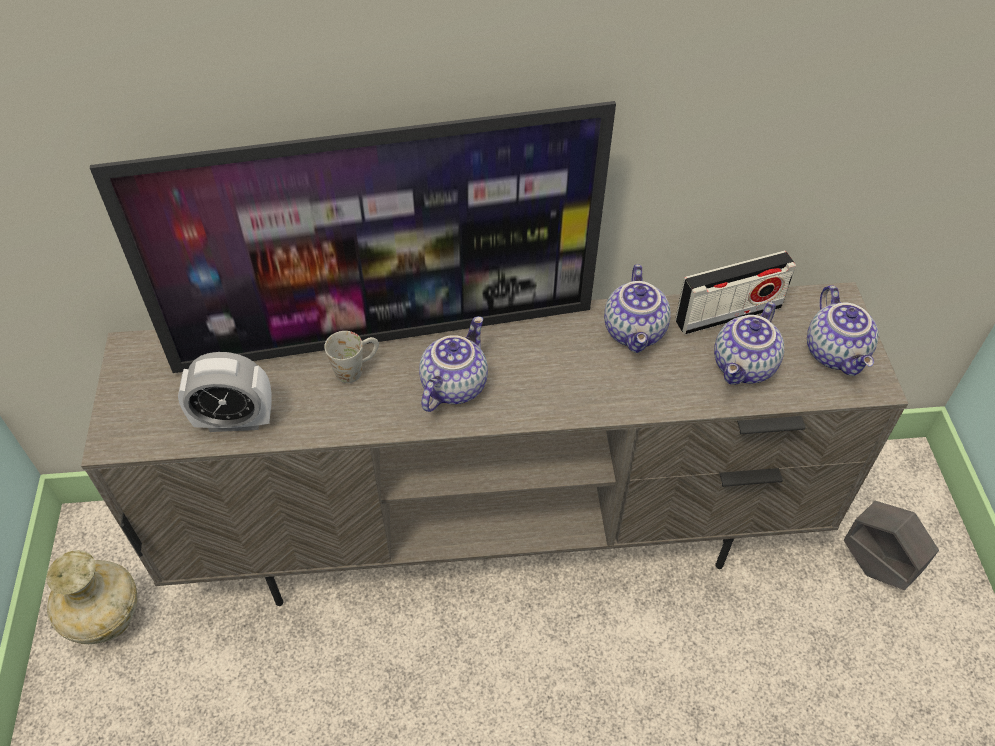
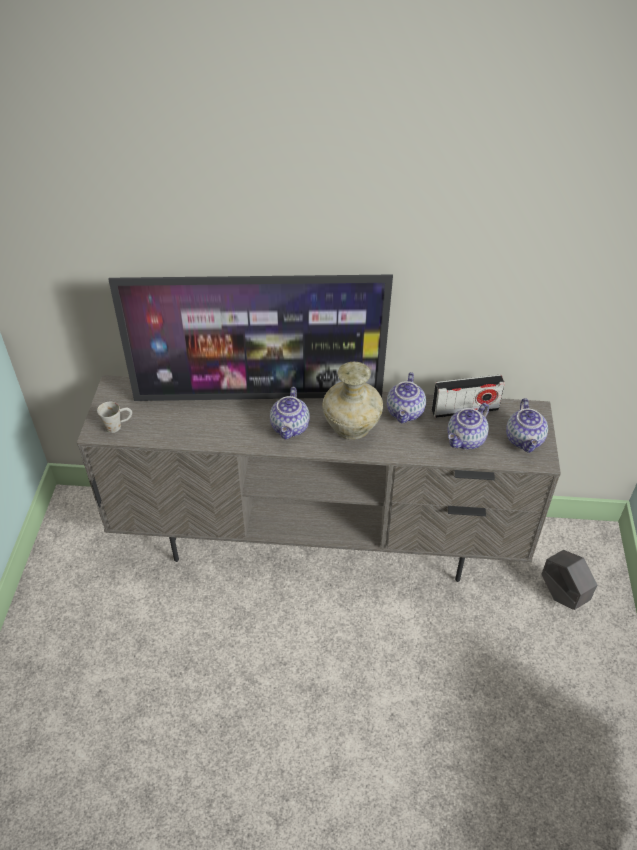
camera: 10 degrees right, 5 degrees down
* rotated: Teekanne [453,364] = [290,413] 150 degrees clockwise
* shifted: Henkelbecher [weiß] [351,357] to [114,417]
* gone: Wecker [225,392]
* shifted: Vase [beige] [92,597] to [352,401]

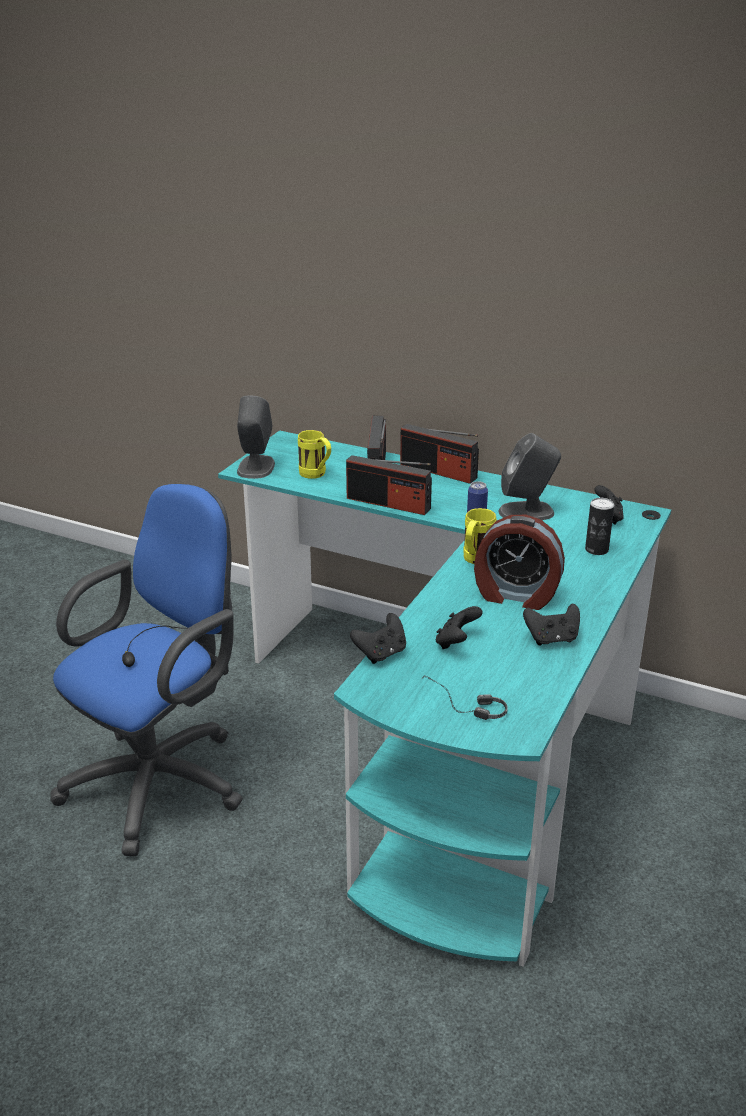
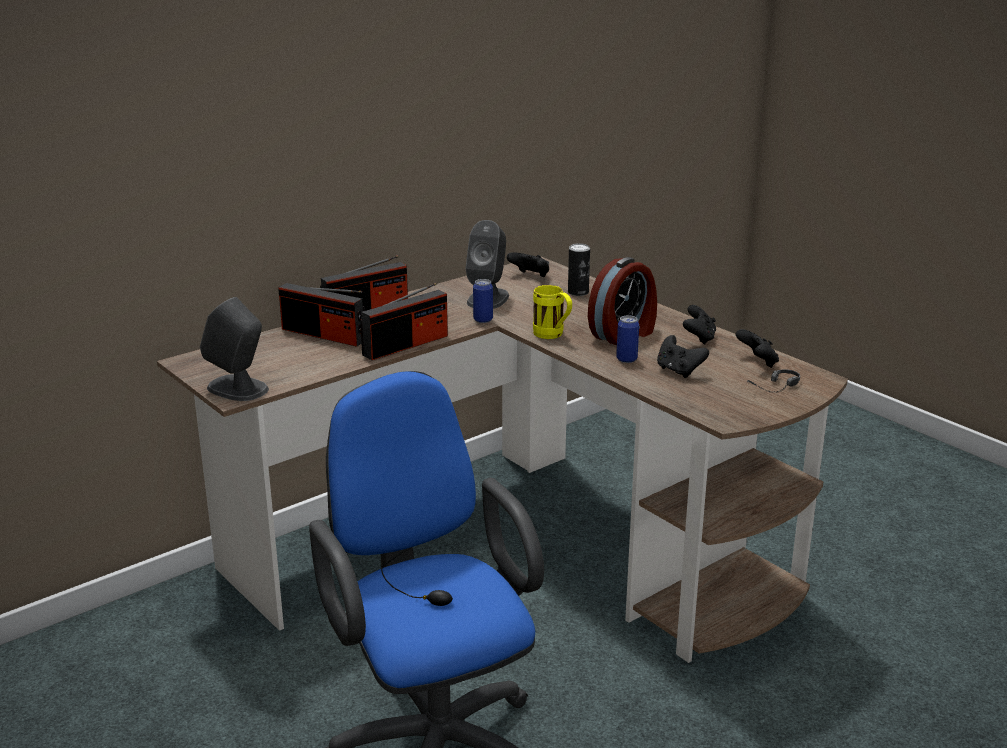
camera: 65 degrees left, 5 degrees down
* gone: Henkelbecher [gelb] [314,454]
* repainted: Schreibtisch [türkis] [444,699] to Schreibtisch [braun] [502,460]
* shifted: Gamepad [schwarz] [378,638] to [757,348]
* new: Dose [627,339]

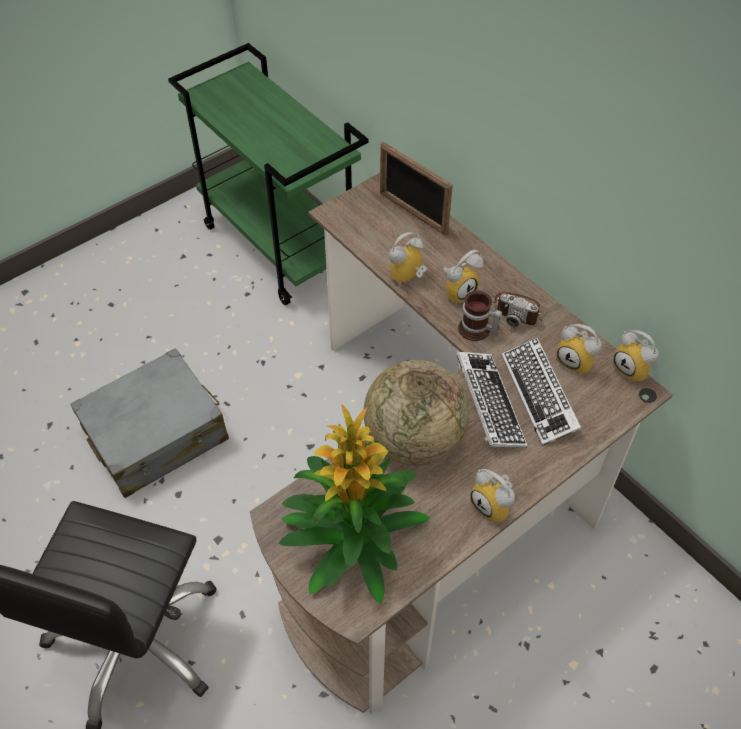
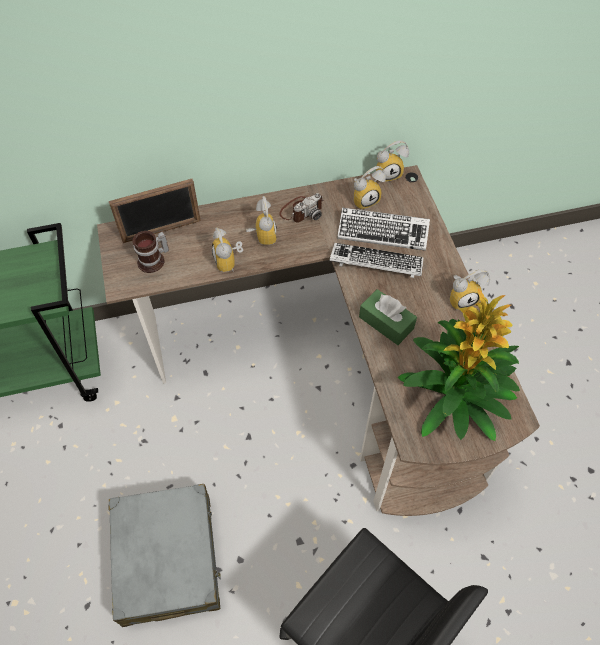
camera: 65 degrees left, 5 degrees up
* shifted: Henkelbecher [480,316] to [150,252]
* swapped: Globus [416,413] to Taschentuchbox [grün] [388,317]

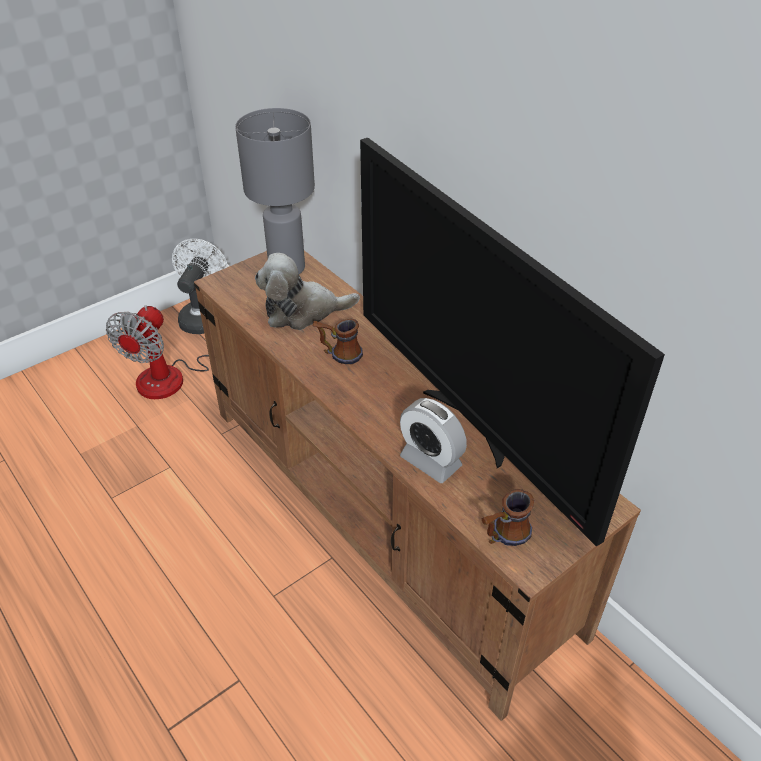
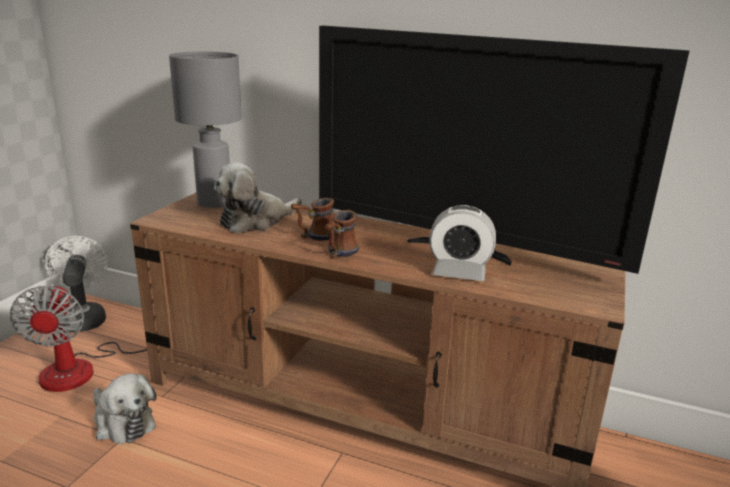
camera: 30 degrees left, 20 degrees down
* shifted: Henkelbecher [508,517] to [342,234]
* new: Plüschtier [125,408]

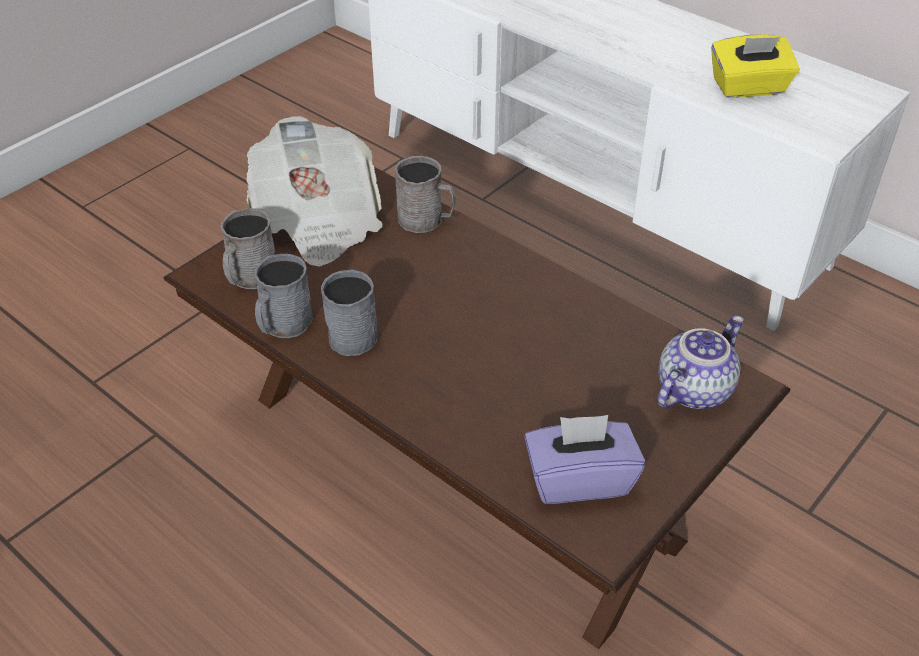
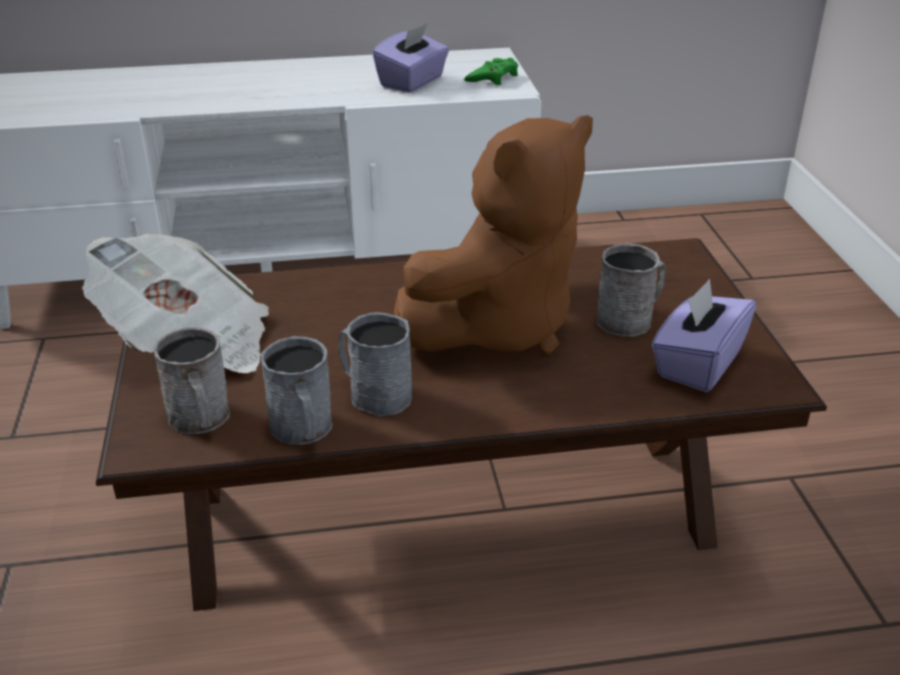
camera: 50 degrees left, 10 degrees down
* repainted: Taschentuchbox [gelb] [755,66] to Taschentuchbox [lila] [411,58]
* shifted: Henkelbecher [grau] [425,194] to [631,290]
* gone: Teekanne [701,362]
* new: Gamepad [grün] [491,71]
* new: Plüschtier [braun] [493,235]

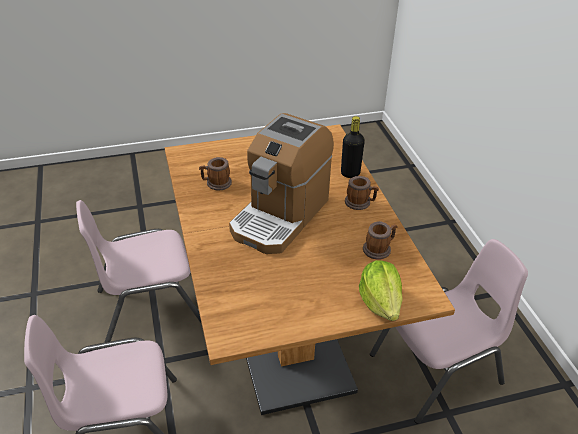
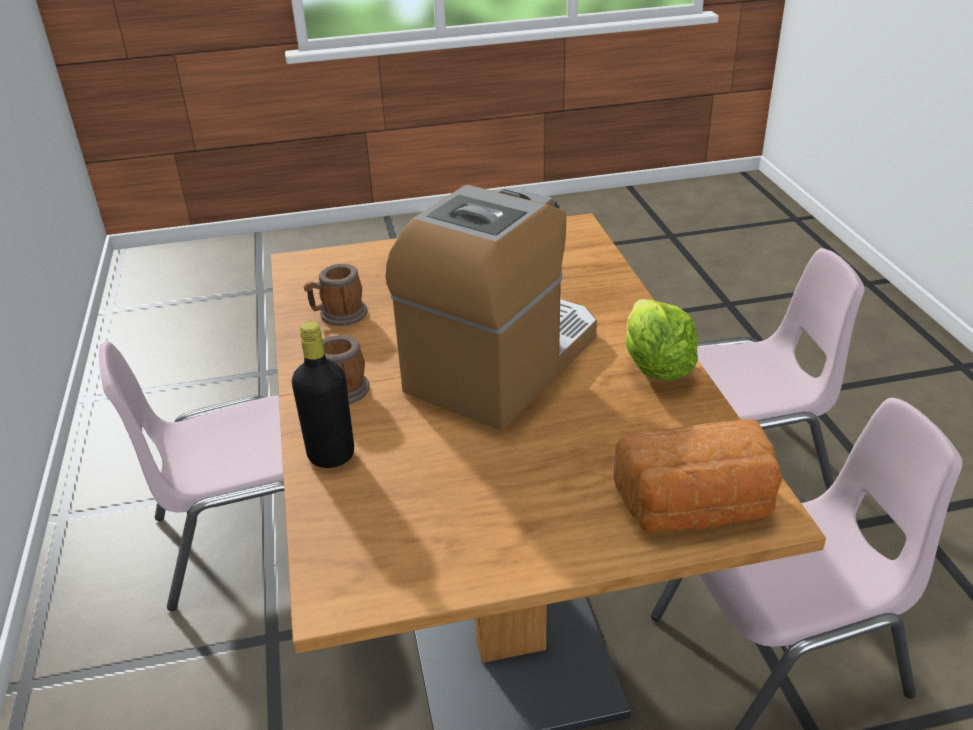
camera: 175 degrees left, 5 degrees down
* gone: Henkelbecher [215,173]
* shifted: Salatkopf [381,290] to [661,340]
* new: Brot [697,476]

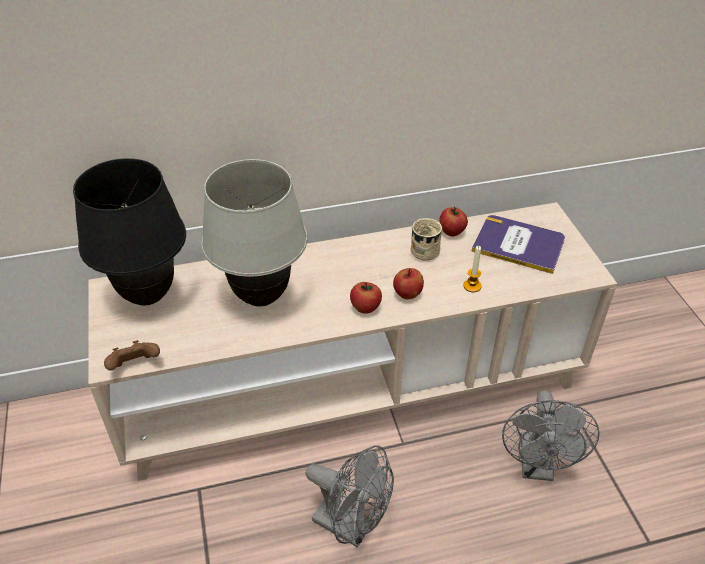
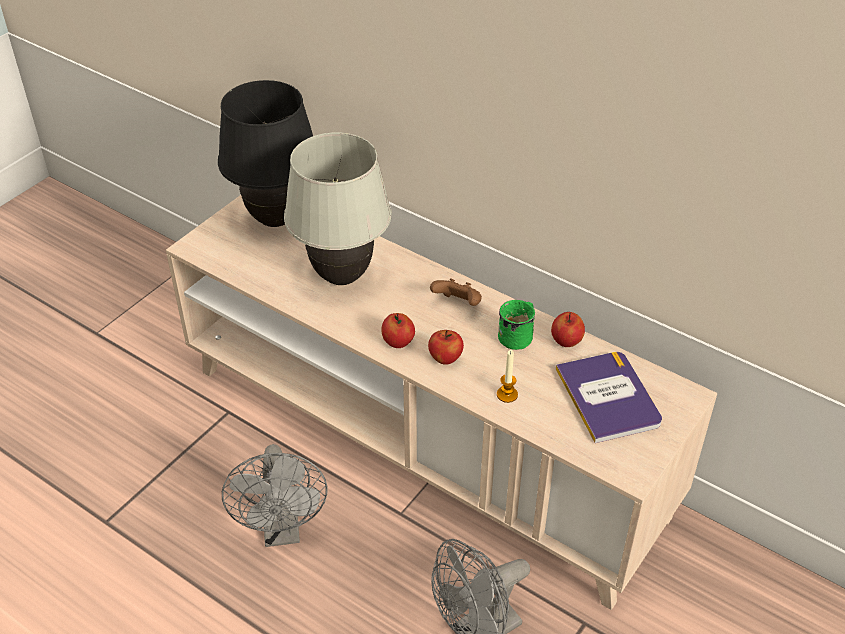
camera: 50 degrees right, 0 degrees up
* repainted: Henkelbecher [beige] [426,239] to Henkelbecher [grün] [516,325]
* shifted: Gamepad [braun] [132,355] to [456,292]

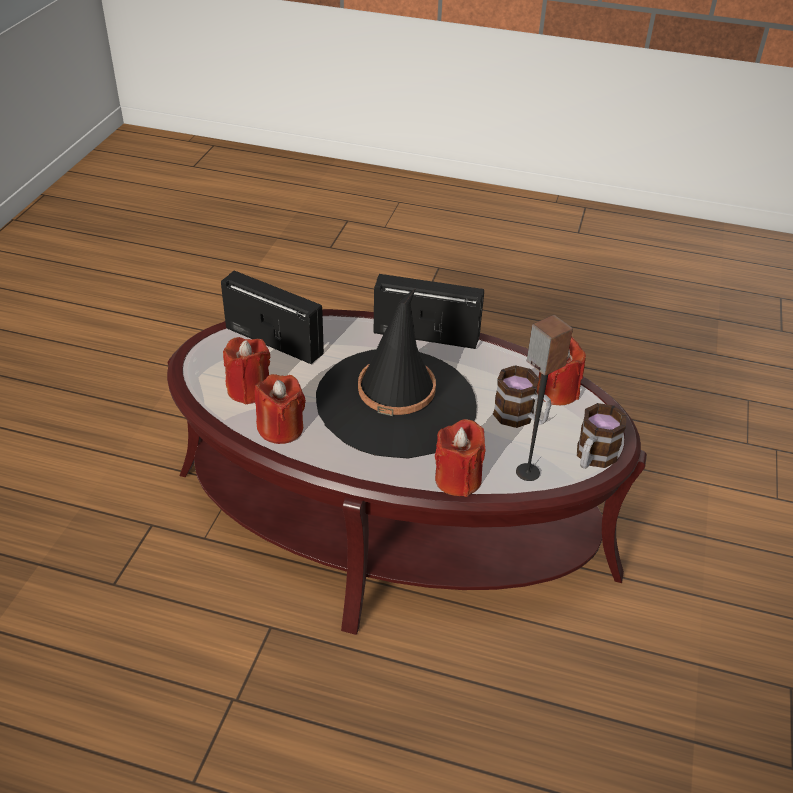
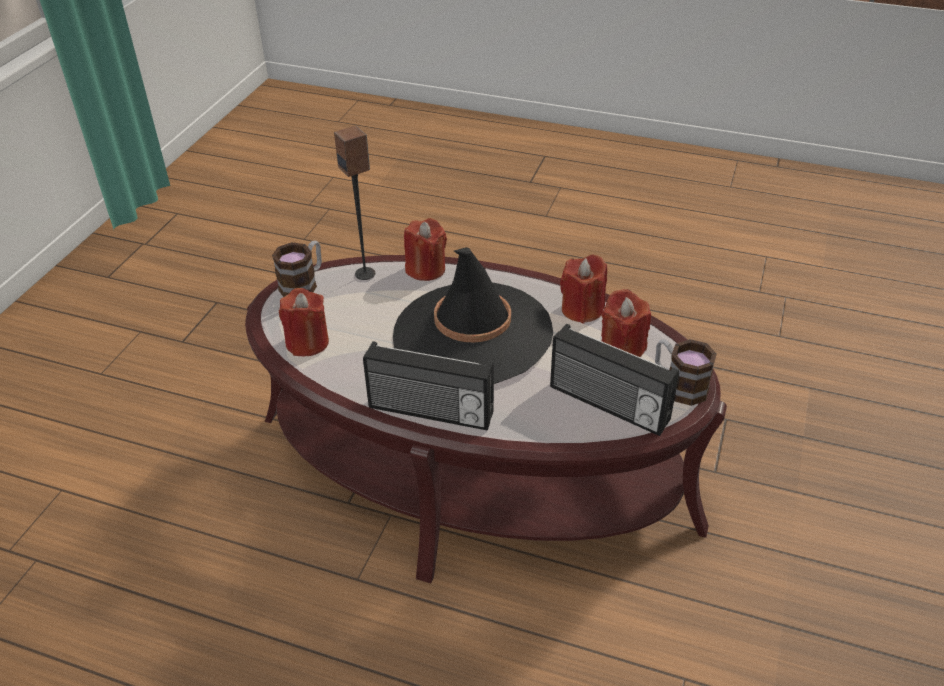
camera: 175 degrees left, 0 degrees up
* shifted: Henkelbecher [522,396] to [686,372]

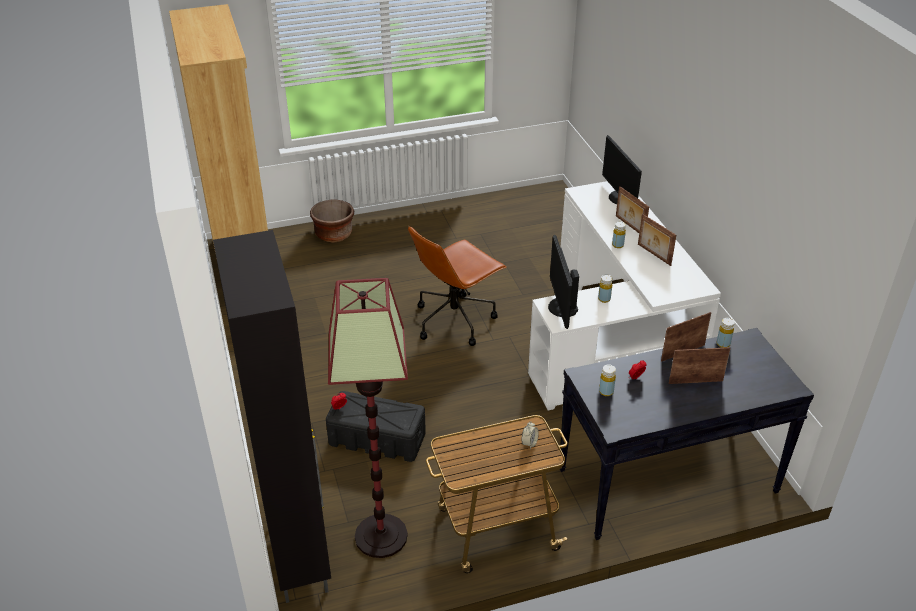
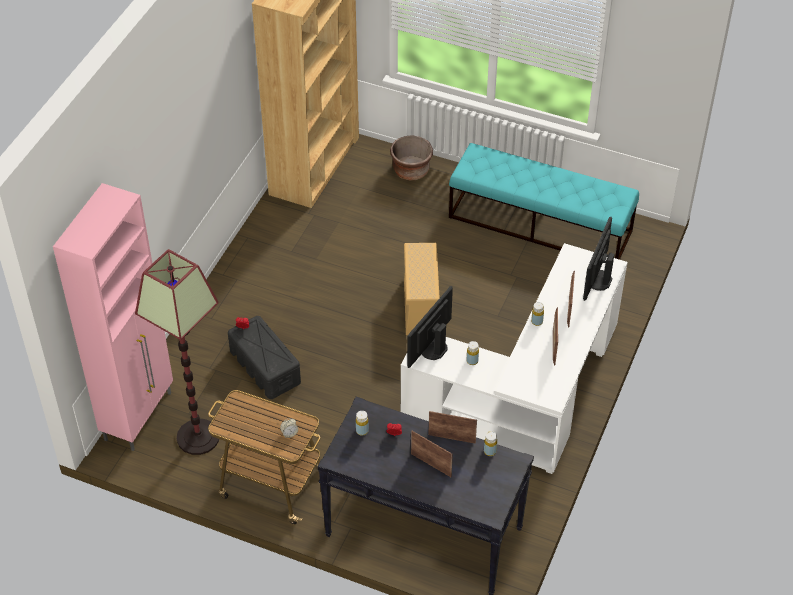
camera: 40 degrees right, 10 degrees up
* swapped: Bürostuhl [braun] [457,286] to Aufbewahrungsbox [beige] [422,289]
* repainted: Schrank [schwarz] [272,416] to Schrank [rosa] [113,317]
* new: Bank [türkis] [544,201]

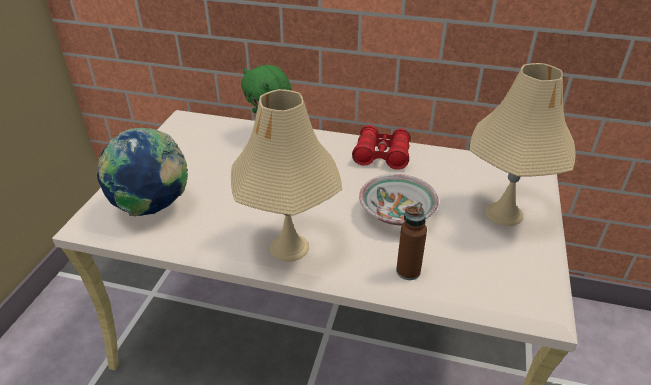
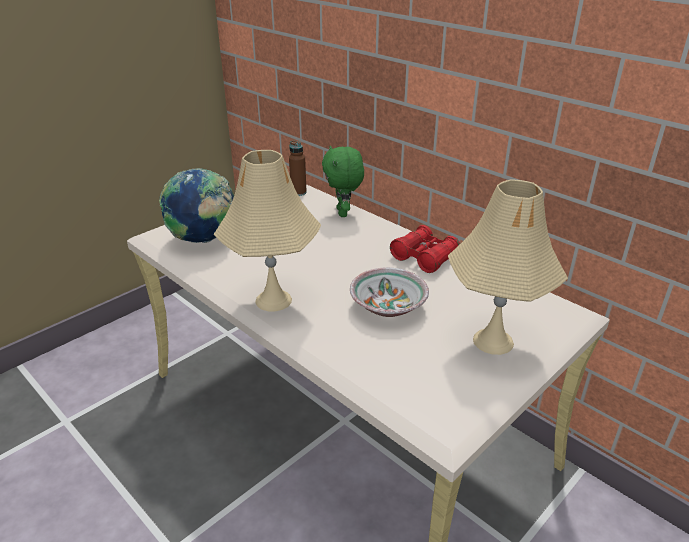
camera: 30 degrees right, 5 degrees down
* shifted: Flasche [braun] [411,243] to [298,168]

